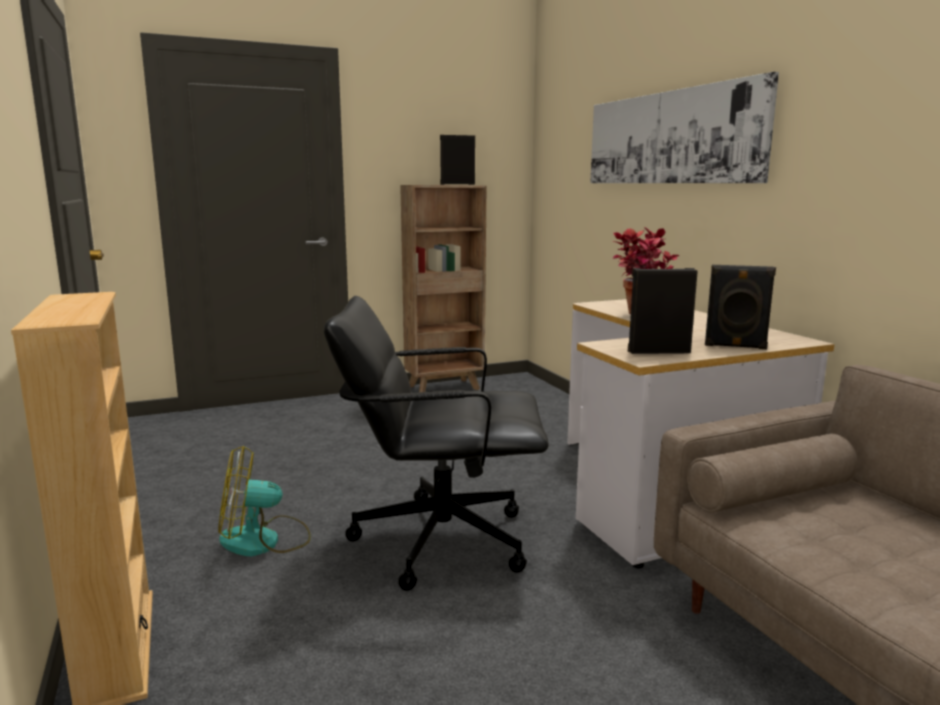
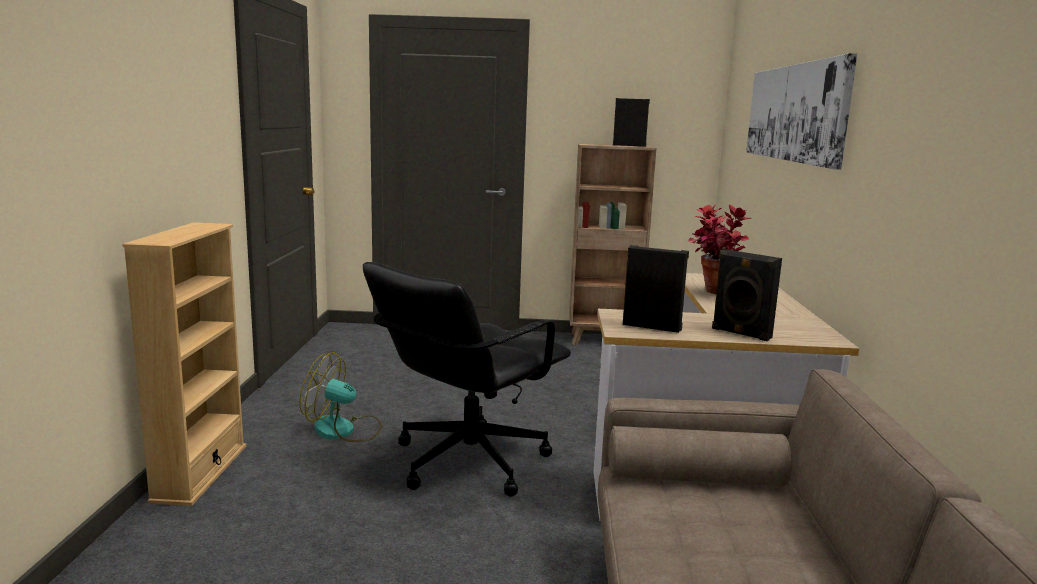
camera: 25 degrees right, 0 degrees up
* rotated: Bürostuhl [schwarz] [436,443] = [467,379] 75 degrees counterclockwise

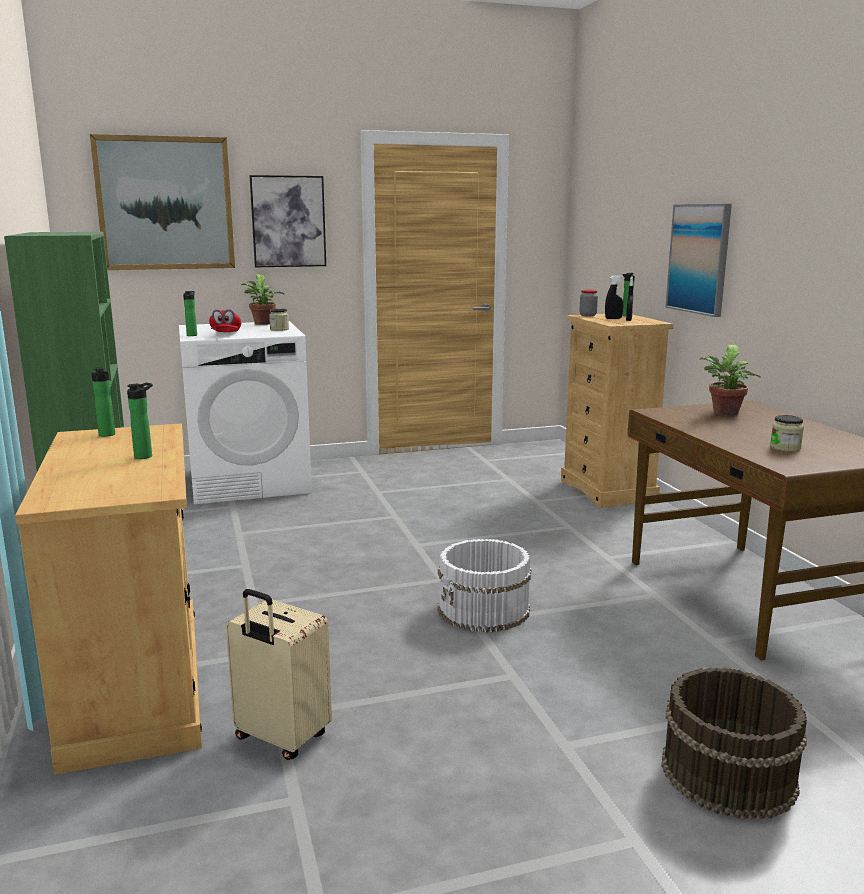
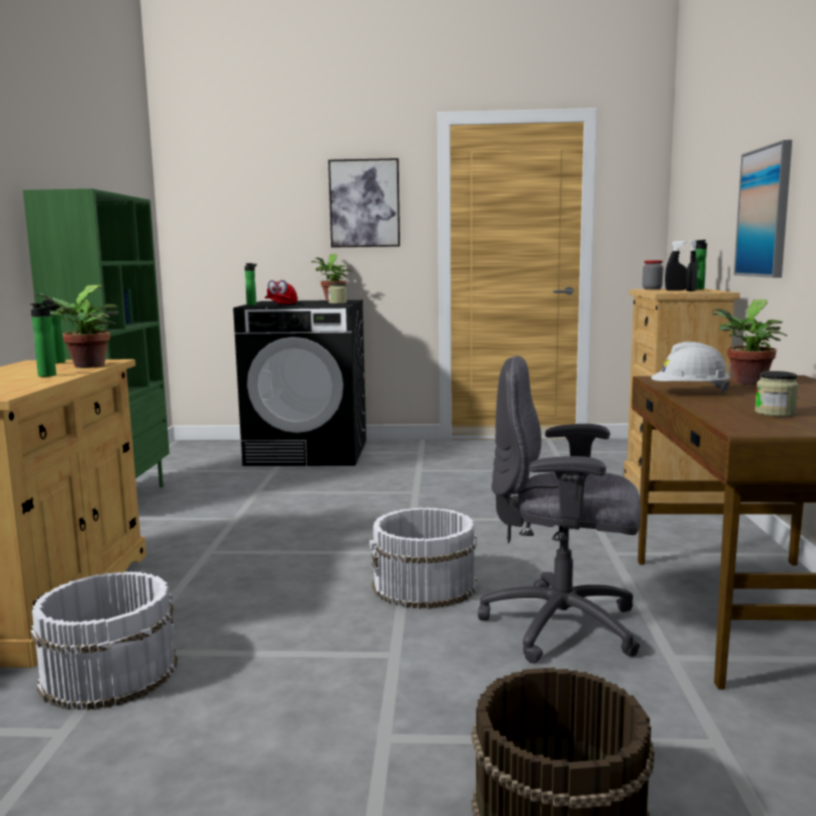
camera: 20 degrees right, 5 degrees down
* gone: Bild [162,202]
* repainted: Waschmaschine [weiß] [245,412] to Waschmaschine [schwarz] [299,383]
* swapped: Koffer [beige] [279,674] to Eimer [weiß] [103,641]
* new: Topfpflanze [76,326]
* new: Schutzhelm [weiß] [690,367]
* new: Bürostuhl [grau] [559,509]

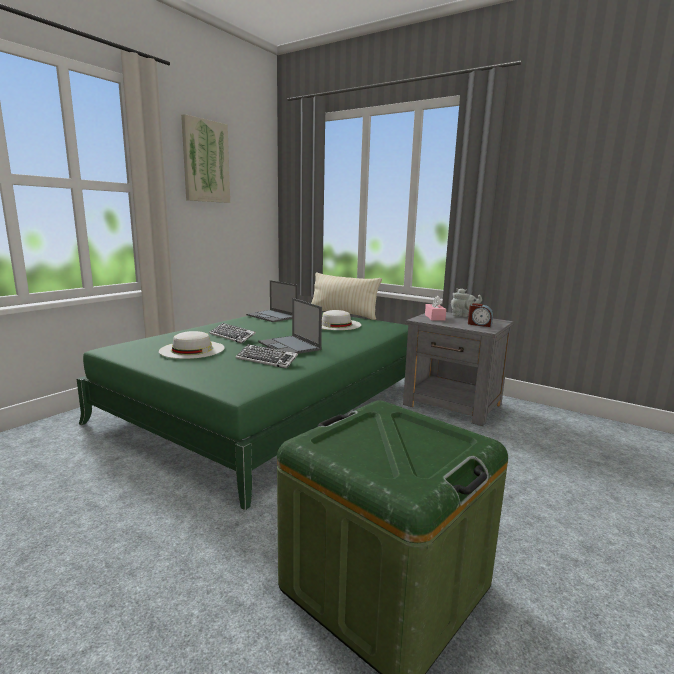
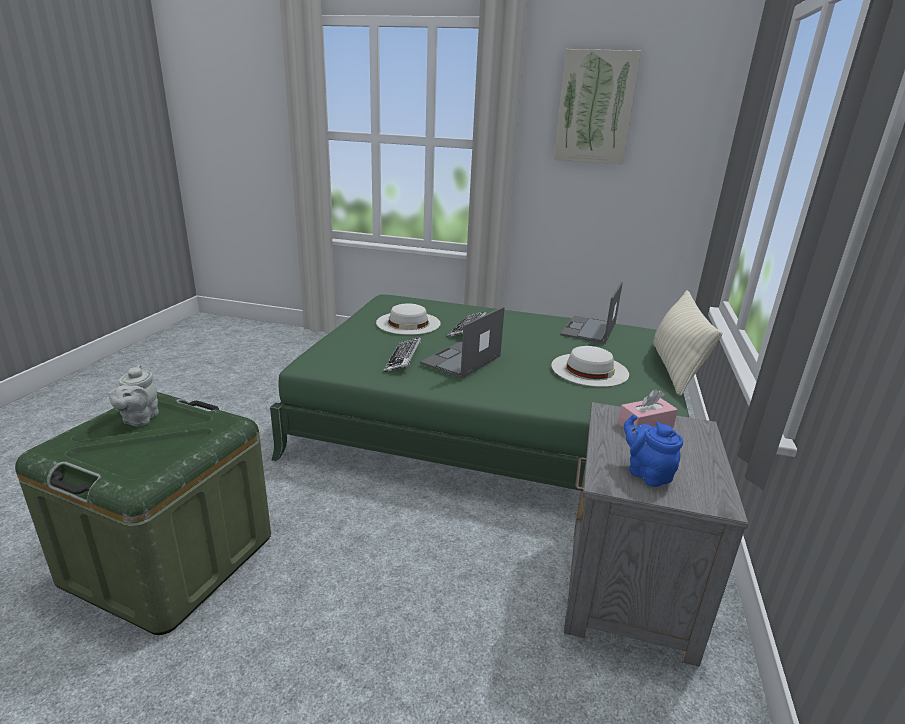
camera: 70 degrees right, 10 degrees up
* shifted: Teekanne [grau] [466,302] to [133,396]
* swapped: Wecker [480,315] to Teekanne [blau] [653,450]

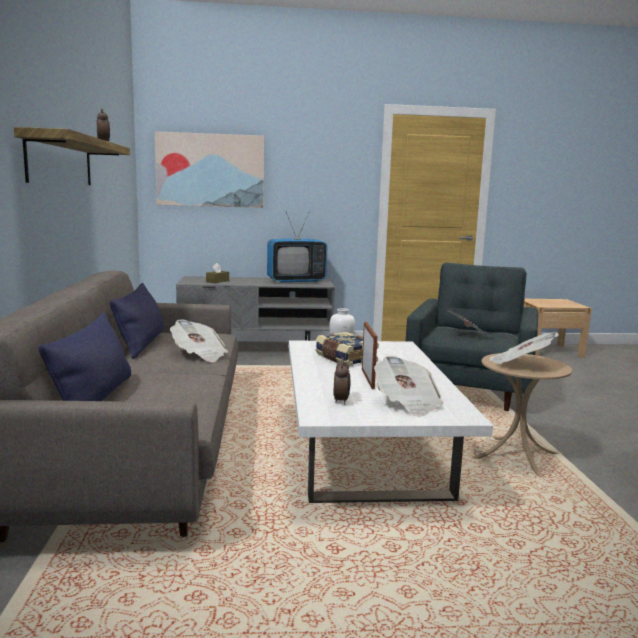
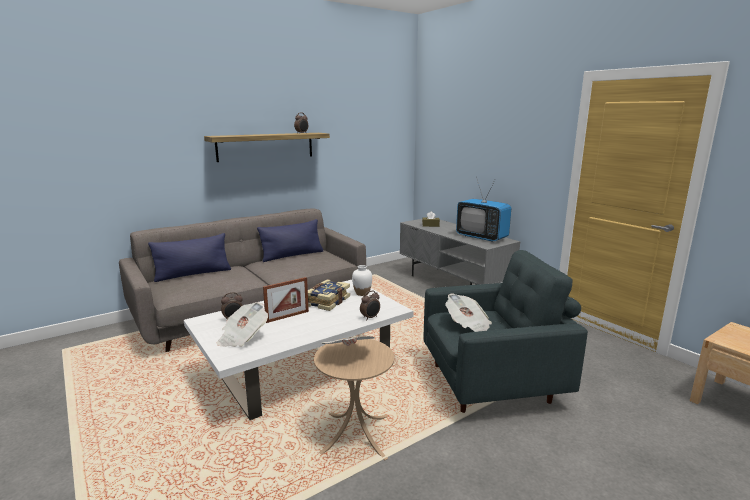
camera: 60 degrees right, 5 degrees up
* gone: Bild [209,169]
* gone: Zeitung [199,341]
* new: Wecker [370,305]

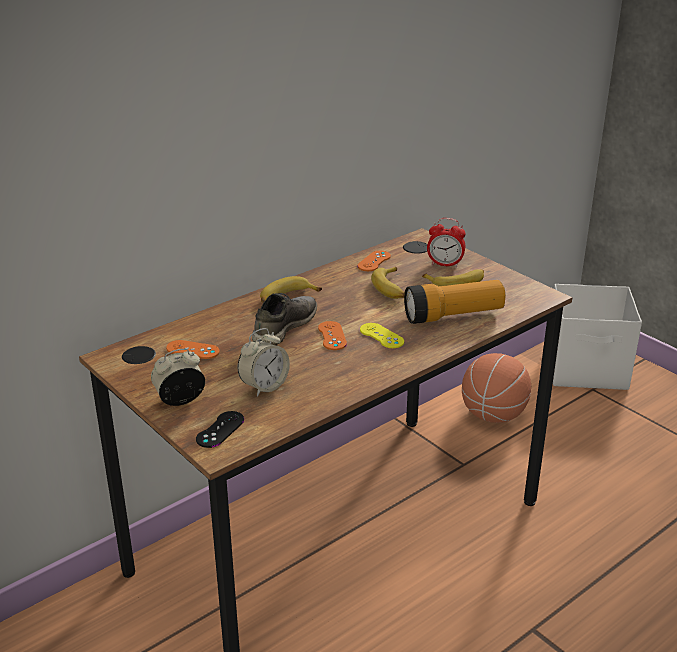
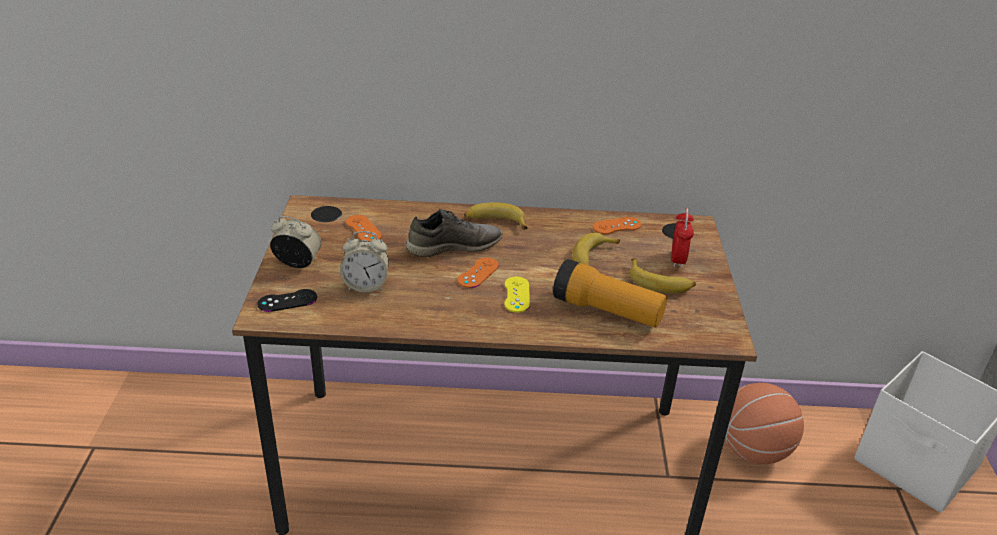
camera: 40 degrees right, 5 degrees up
* rotated: Wecker [446,242] = [682,238] 135 degrees counterclockwise

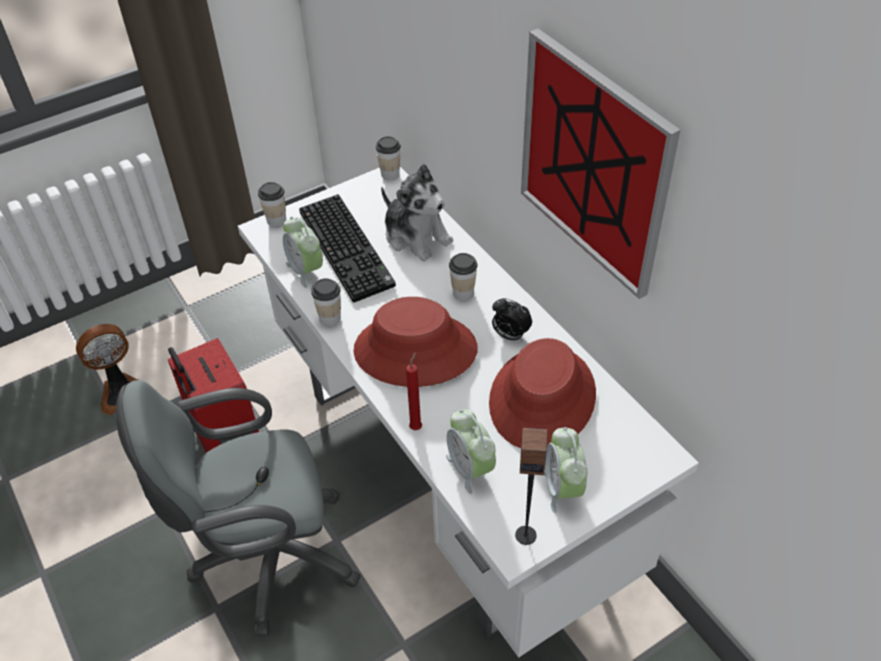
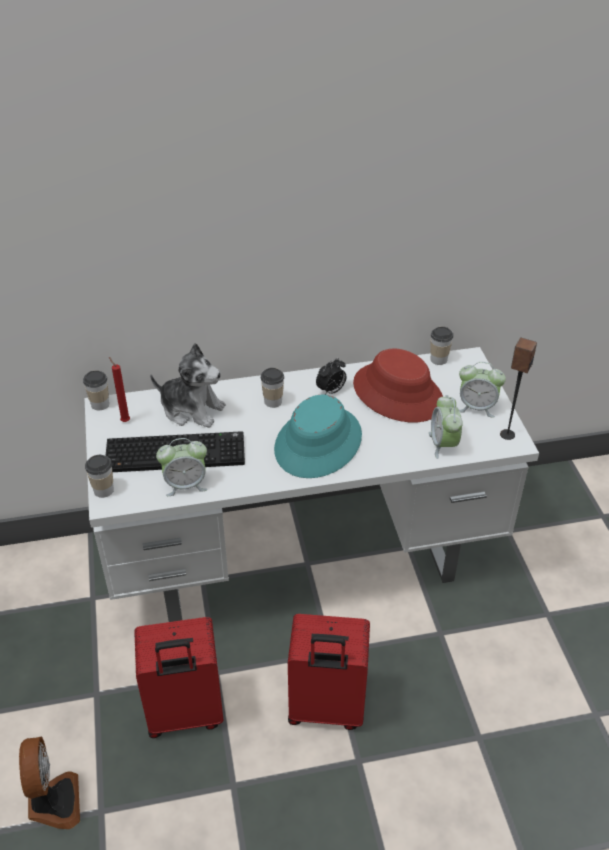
camera: 70 degrees left, 5 degrees down
* gone: Bild [600,164]
* rotated: Plüschtier [417,212] = [188,385] 45 degrees clockwise
* shifted: Tasse [326,302] to [441,346]
* repainted: Hut [rot] [415,342] to Hut [türkis] [318,436]
* shifted: Kerze [rot] [414,391] to [119,389]
* swapped: Bürostuhl [grau] [238,508] to Koffer [rot] [329,672]
* rotated: Wecker [471,451] = [446,427] 90 degrees clockwise

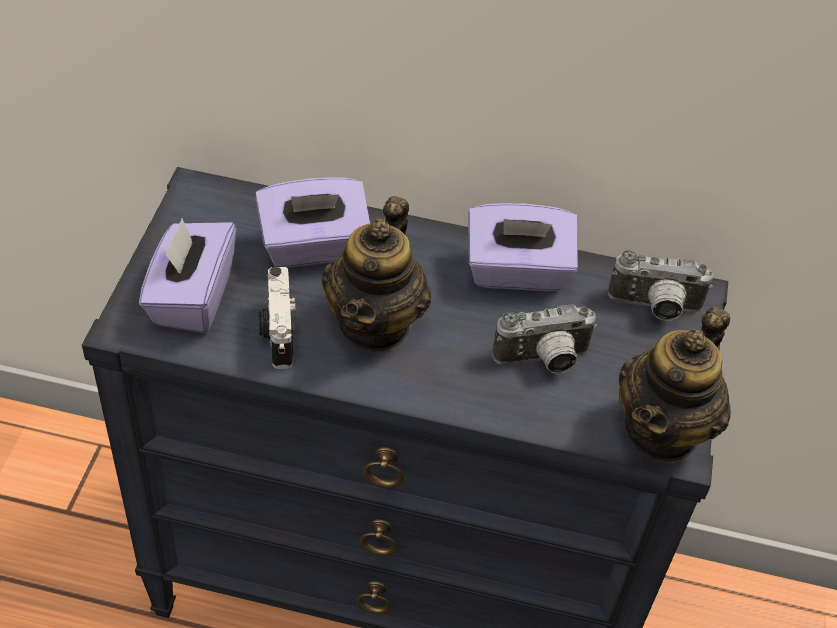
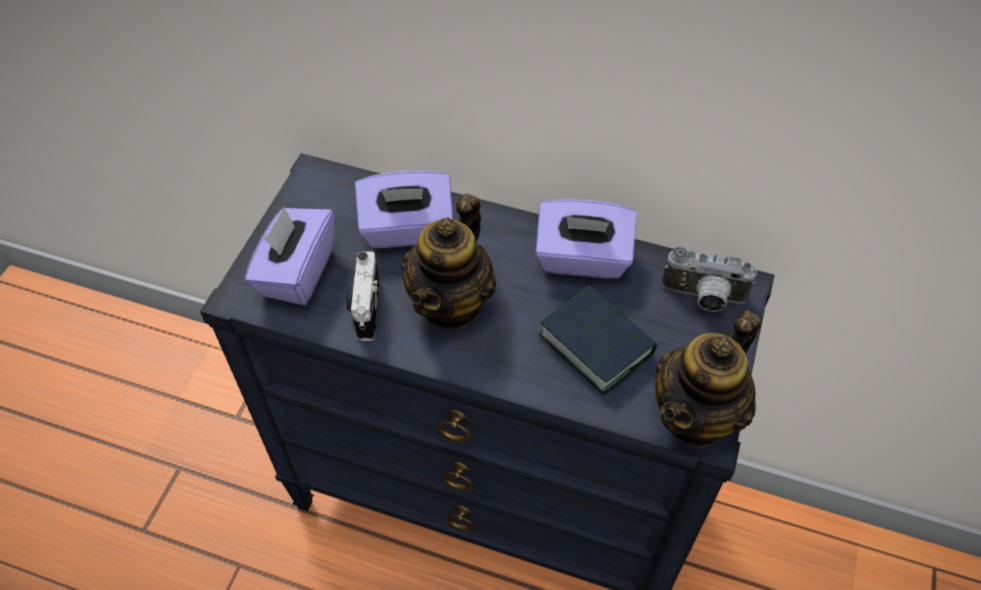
camera: 10 degrees right, 5 degrees up
* swapped: Kamera [544,339] to Buch [598,340]

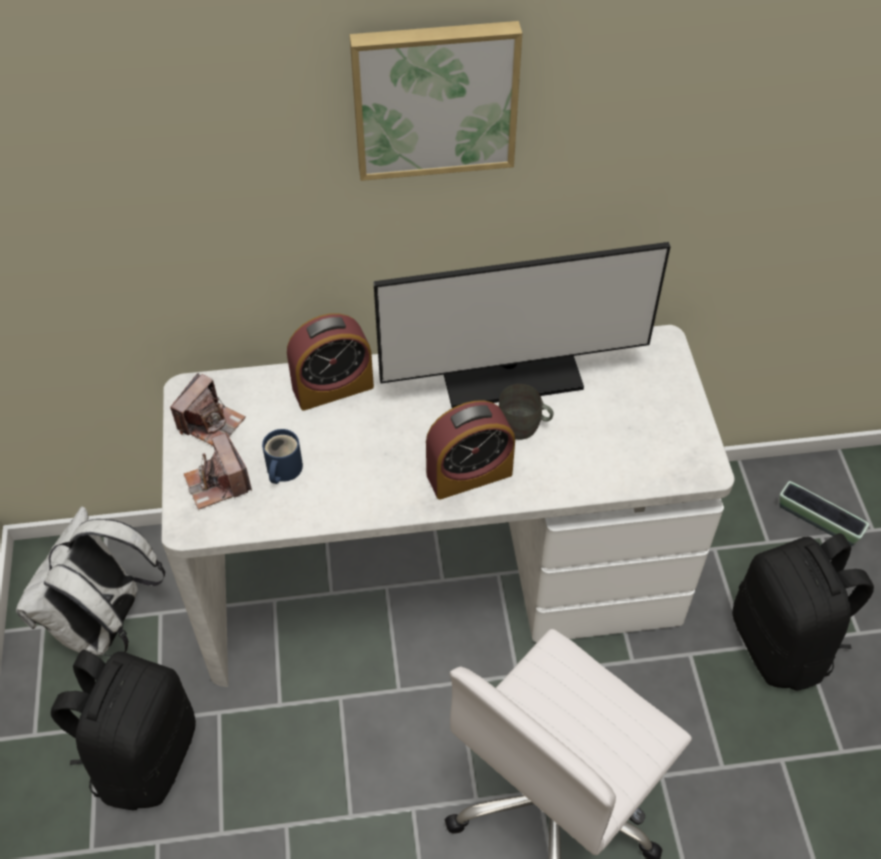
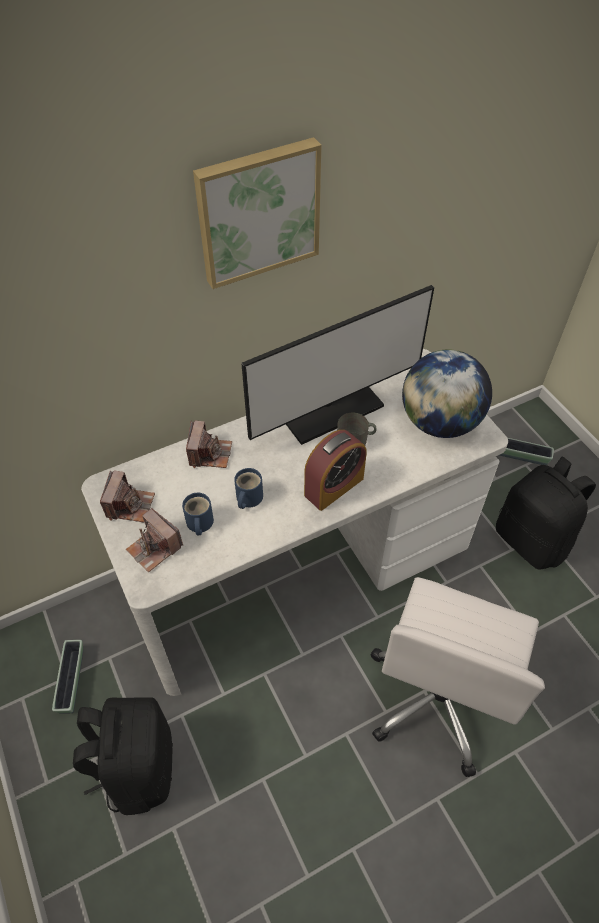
camera: 20 degrees left, 0 degrees up
* swapped: Wecker [330,362] to Kamera [209,444]
* swapped: Rucksack [weiß] [90,581] to Pflanzkübel [67,677]
* new: Globus [447,393]
* new: Henkelbecher [blau] [248,488]

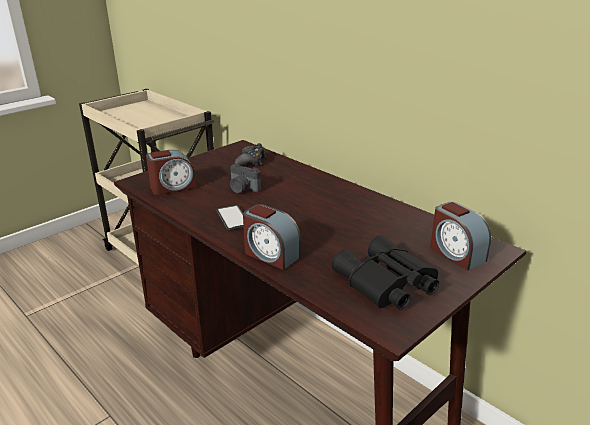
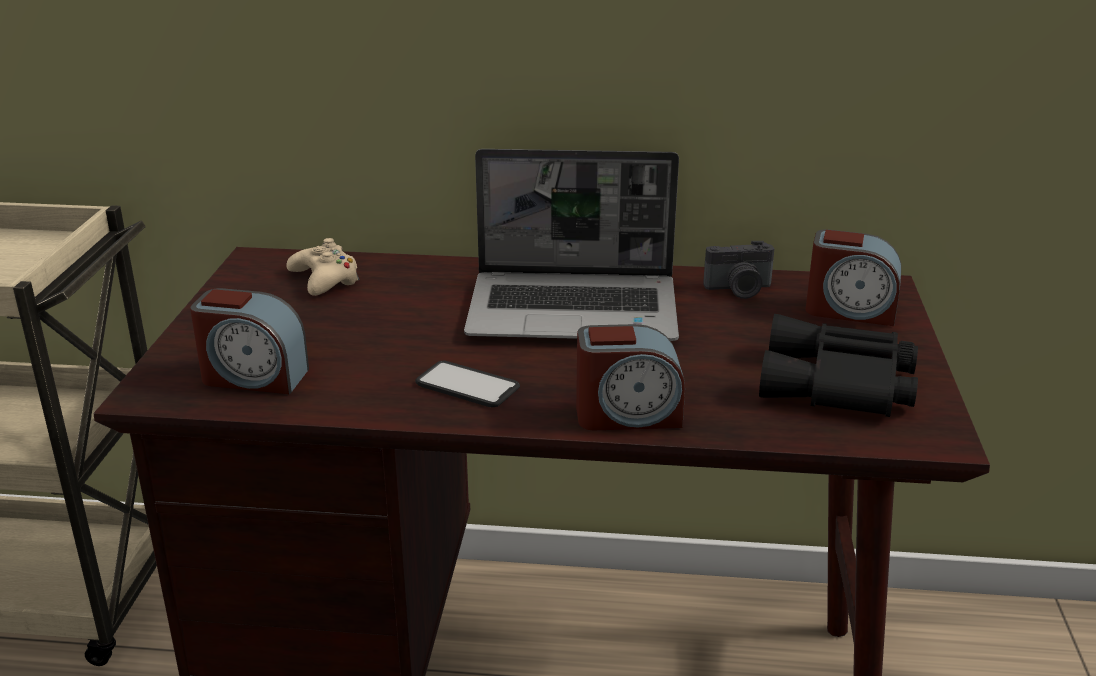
camera: 40 degrees left, 0 degrees up
* repainted: Gamepad [schwarz] [250,154] to Gamepad [beige] [323,267]
* rotated: Wecker [171,172] = [249,341] 75 degrees clockwise
* shifted: Kamera [245,178] to [738,270]
* new: Laptop [571,245]

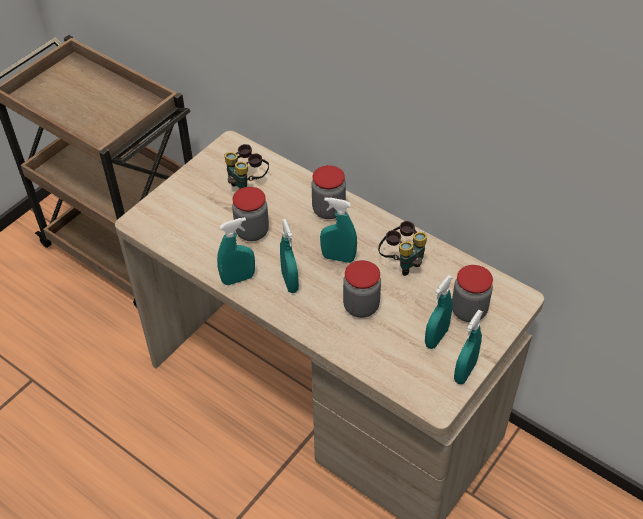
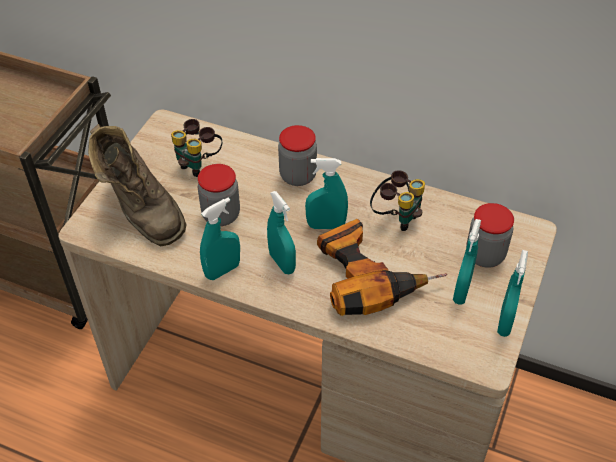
camera: 15 degrees left, 0 degrees up
* swapped: Vorratsglas [362,289] to Bohrmaschine [382,267]
* new: Stiefel [braun] [137,185]

